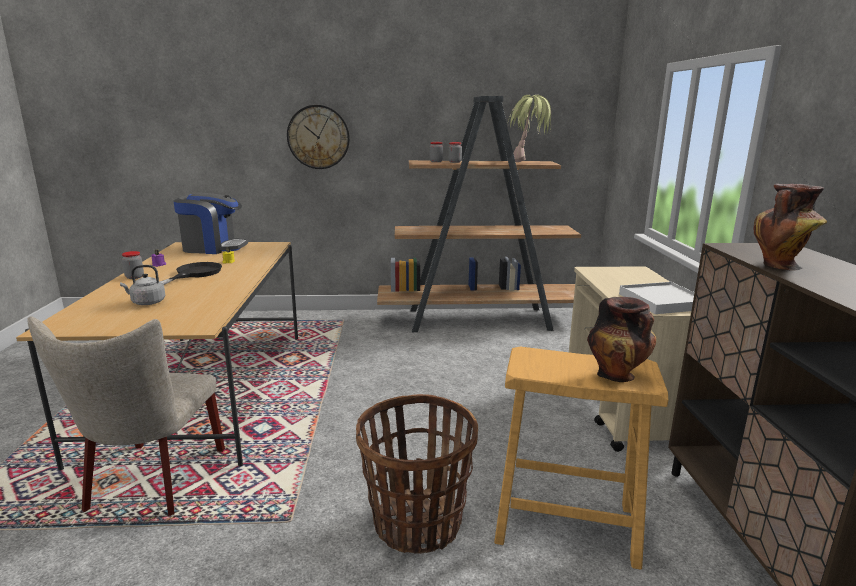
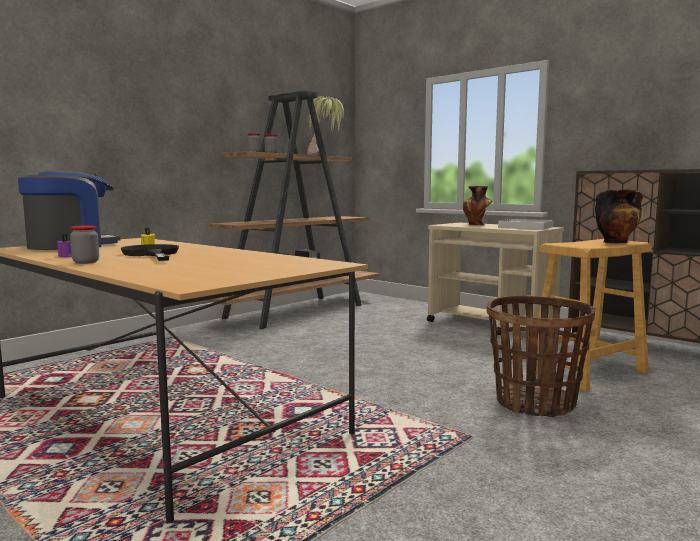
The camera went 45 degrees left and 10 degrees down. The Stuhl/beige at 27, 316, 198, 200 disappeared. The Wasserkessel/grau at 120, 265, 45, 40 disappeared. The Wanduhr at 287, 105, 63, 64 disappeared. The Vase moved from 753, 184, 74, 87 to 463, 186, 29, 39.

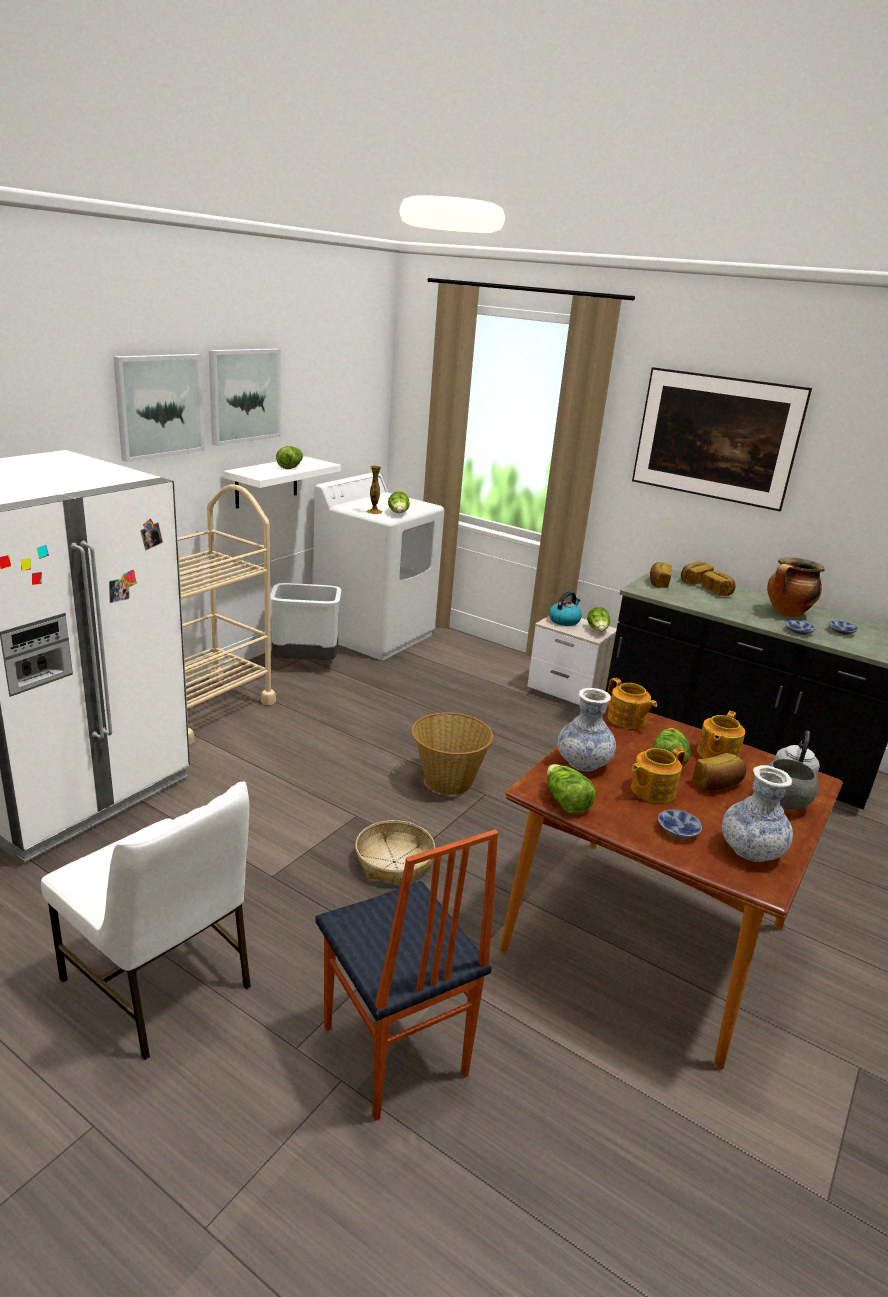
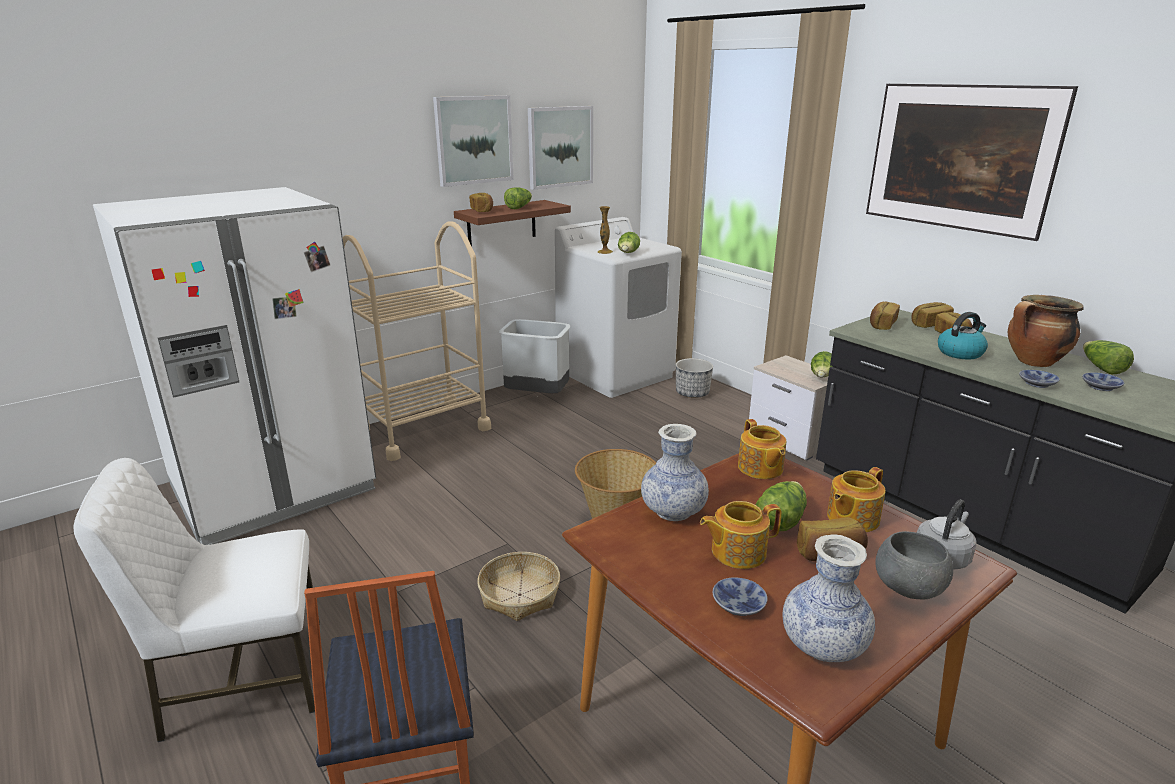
The camera went 20 degrees right and 0 degrees up. The Stuhl/weiß at 41, 782, 210, 278 turned 105 degrees clockwise. The Bild moved from 113, 354, 91, 108 to 528, 106, 65, 84. The Wandregal/weiß at 223, 457, 118, 52 became the Wandregal/braun at 454, 200, 117, 47. The Salatkopf moved from 547, 764, 49, 50 to 1083, 340, 51, 35. The Wasserkessel moved from 549, 591, 33, 35 to 938, 312, 50, 48. The Brot at 469, 193, 24, 19 appeared. The Pflanzkübel at 676, 358, 37, 40 appeared.

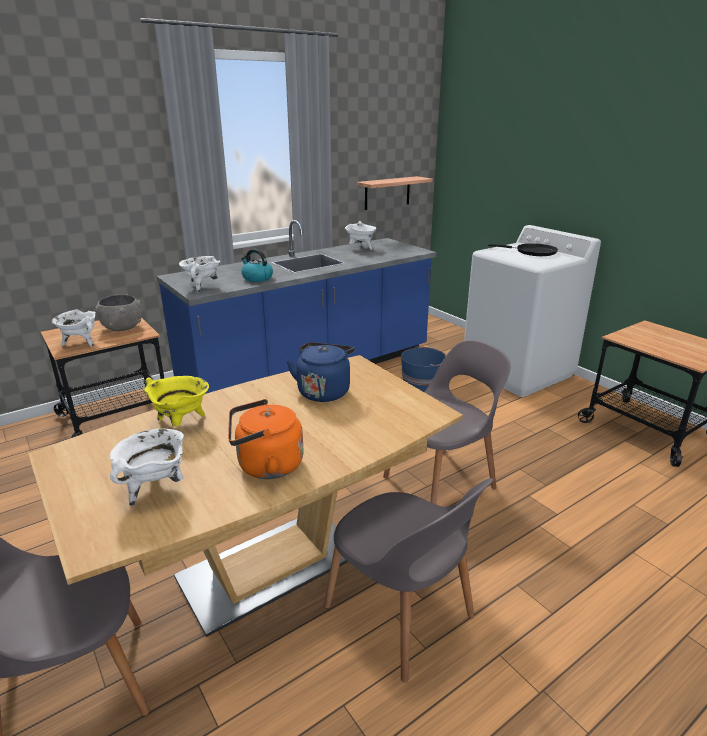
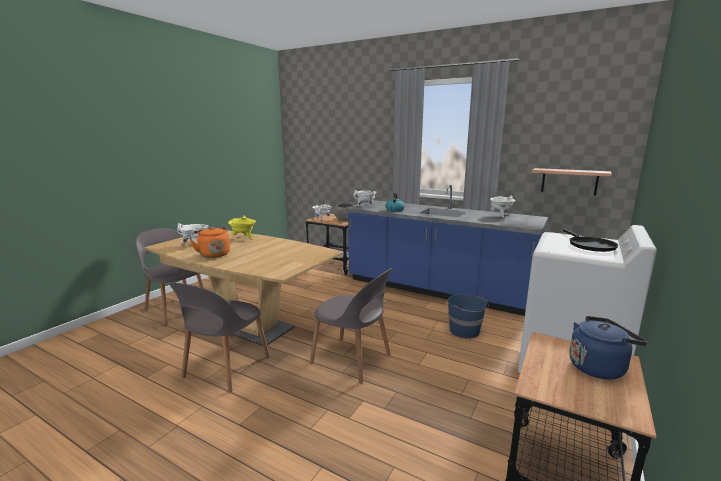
The camera went 65 degrees right and 10 degrees down. The Wasserkessel/blau moved from 286, 342, 69, 60 to 569, 316, 78, 63.

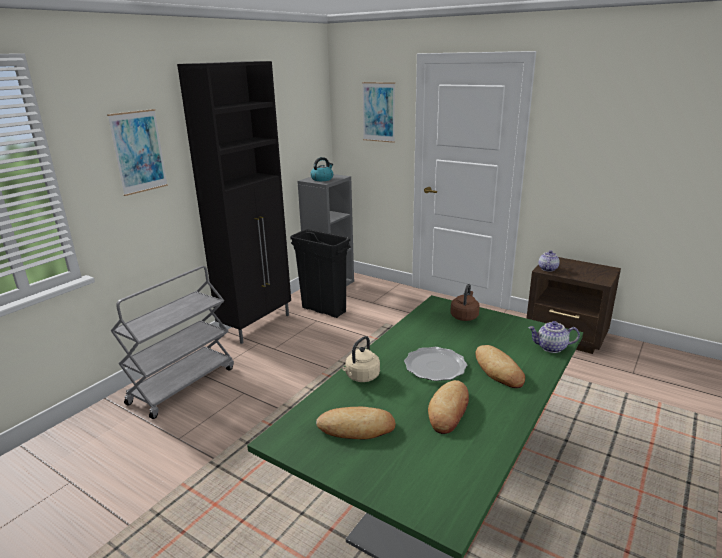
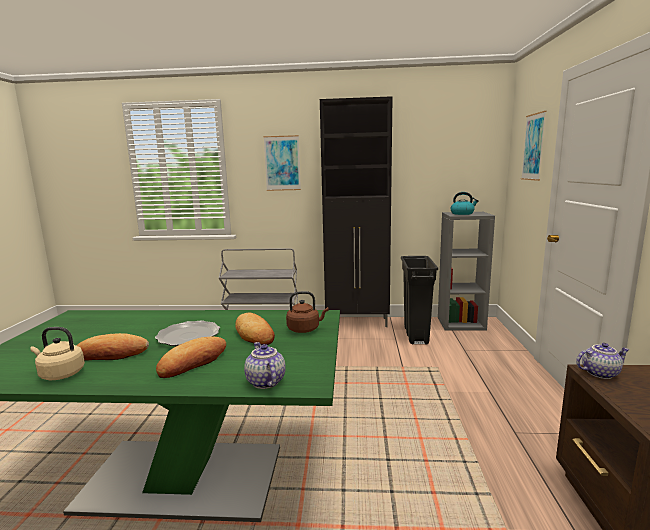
The camera went 60 degrees right and 10 degrees down. The Brot moved from 316, 406, 80, 33 to 235, 313, 40, 32. The Wasserkessel/beige moved from 342, 336, 38, 46 to 30, 327, 55, 53.

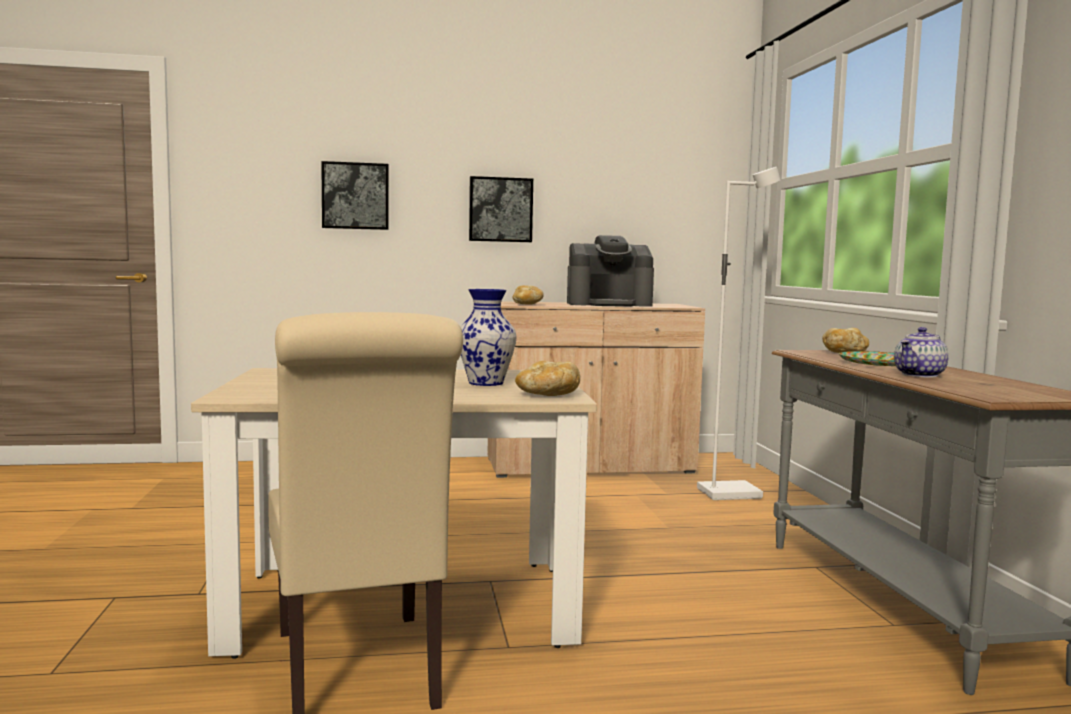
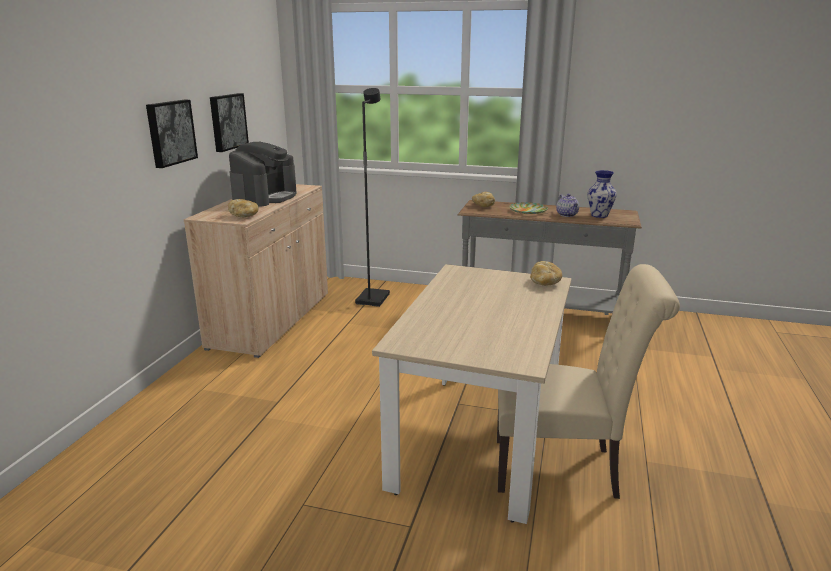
The camera went 65 degrees left and 15 degrees up. The Bild moved from 321, 161, 68, 69 to 210, 93, 39, 59. The Vase moved from 461, 289, 56, 97 to 587, 170, 30, 48. The Stehlampe/weiß at 697, 167, 83, 333 became the Stehlampe/schwarz at 355, 88, 35, 219.

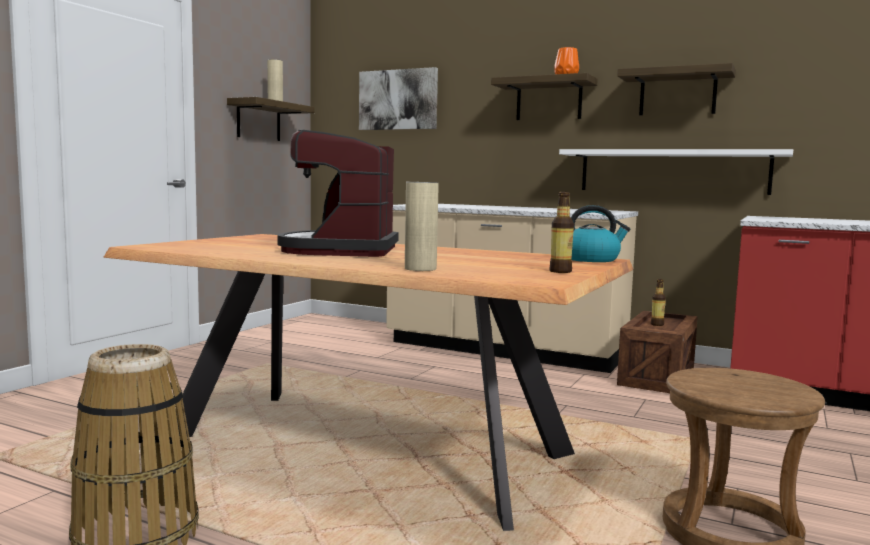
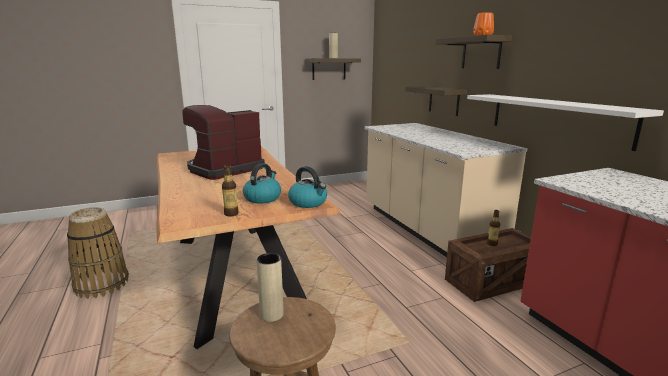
The camera went 40 degrees right and 10 degrees up. The Bild at 359, 67, 79, 63 disappeared. The Vase/beige moved from 405, 182, 34, 89 to 256, 253, 28, 69. The Wandregal moved from 617, 63, 119, 52 to 405, 86, 62, 30. The Wasserkessel at 243, 163, 38, 41 appeared.

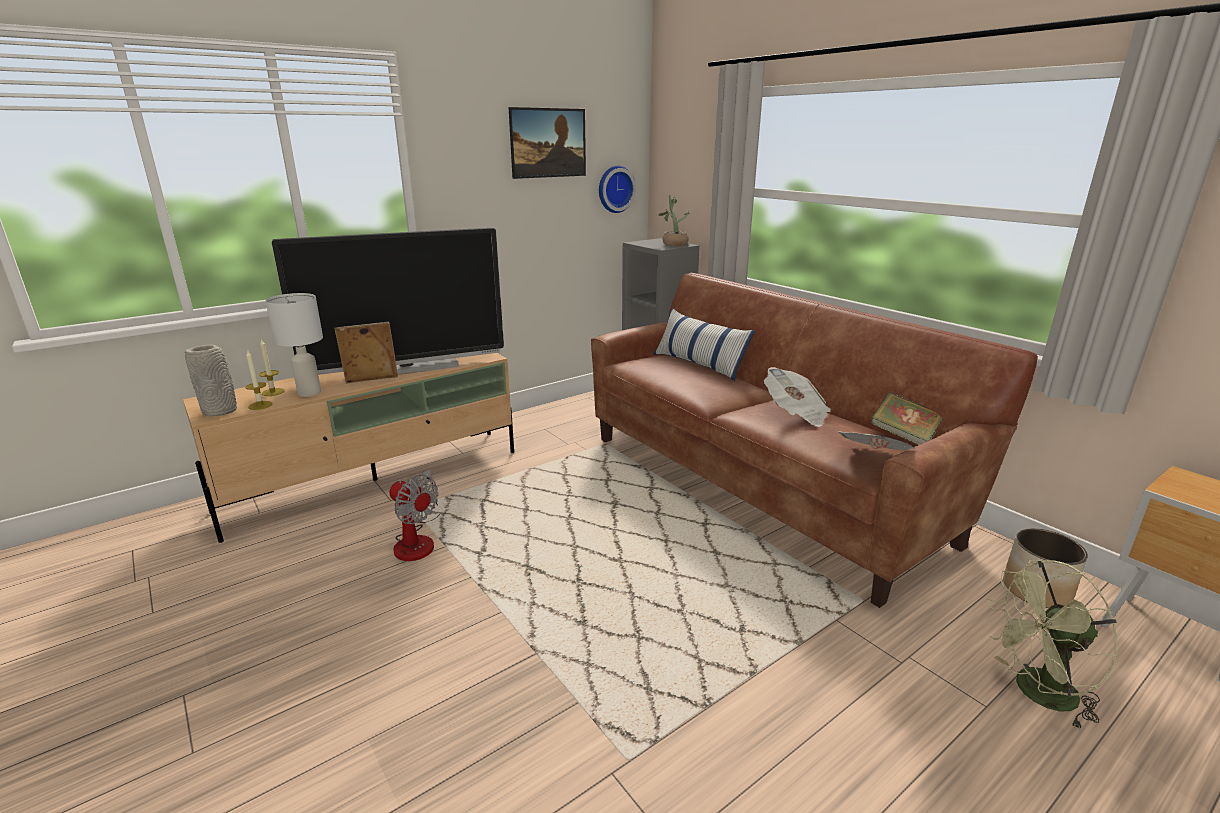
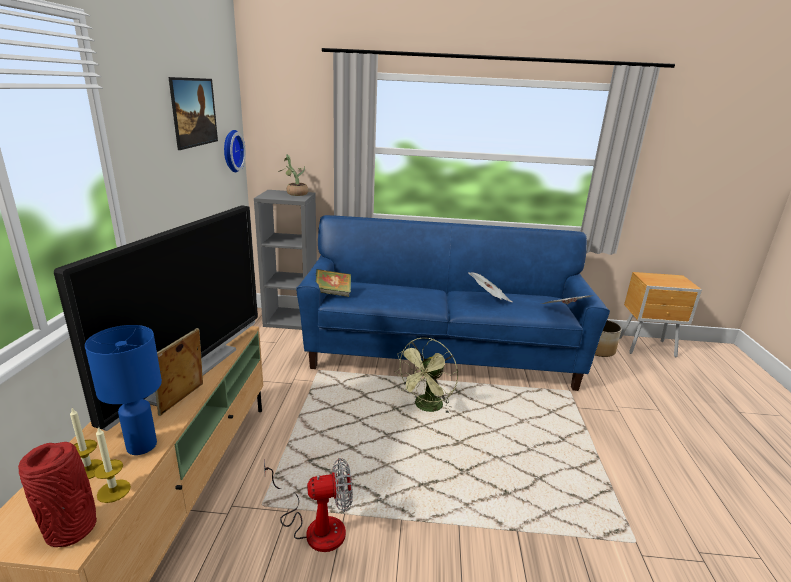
The camera went 50 degrees left and 0 degrees up. The Vase/grau at 184, 345, 53, 71 became the Vase/rot at 18, 442, 79, 105. The Tischlampe/weiß at 265, 293, 58, 104 became the Tischlampe/blau at 85, 325, 77, 130. The Sofa/braun at 591, 273, 447, 335 became the Sofa/blau at 296, 215, 314, 176. The Kissen at 653, 308, 102, 73 disappeared. The Buch moved from 870, 392, 73, 53 to 316, 269, 35, 28. The Ventilator/grün moved from 988, 560, 129, 171 to 394, 337, 64, 76.

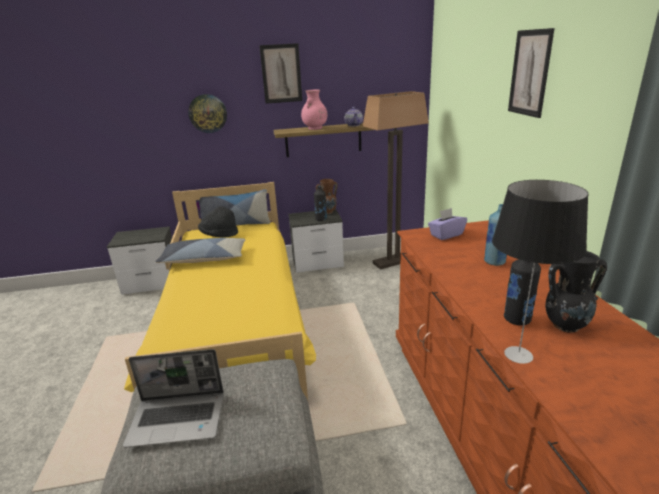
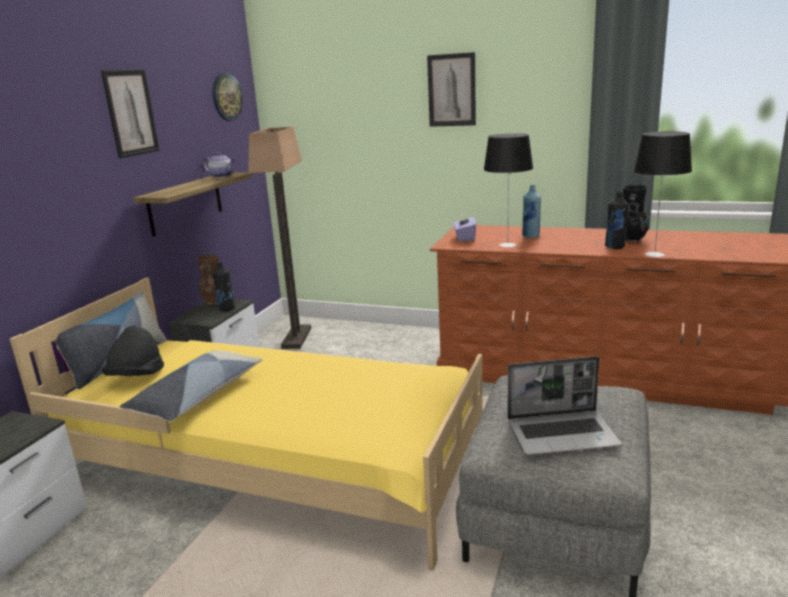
The camera went 60 degrees left and 5 degrees down. The Laptop at 123, 349, 101, 99 turned 60 degrees clockwise. The Wanduhr moved from 188, 94, 39, 39 to 213, 73, 30, 48. The Vase/rosa at 301, 90, 27, 40 disappeared. The Tischlampe at 484, 133, 49, 114 appeared.

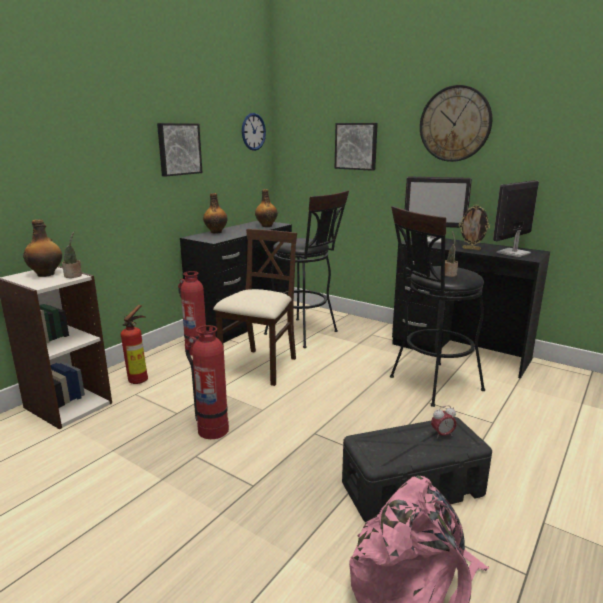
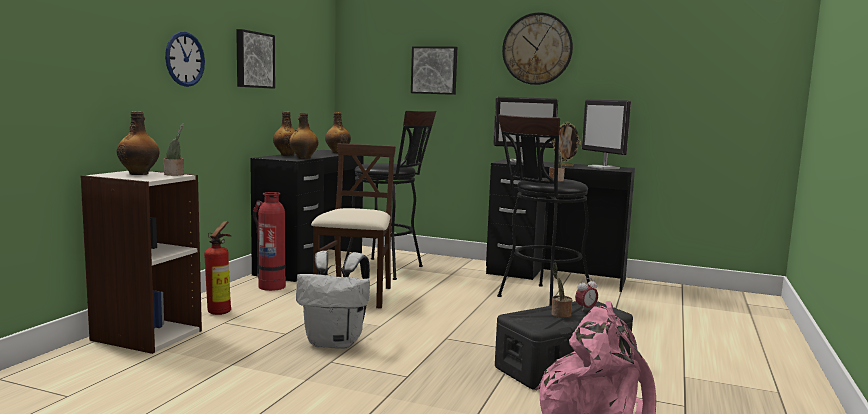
The camera went 15 degrees left and 10 degrees down. The Feuerlöscher at 185, 325, 44, 114 was replaced by the Rucksack/weiß at 296, 251, 74, 98. The Wanduhr moved from 242, 113, 24, 38 to 165, 32, 40, 55. The Monitor at 493, 180, 46, 77 turned 60 degrees counterclockwise. The Flasche at 289, 113, 30, 46 appeared. The Topfpflanze at 551, 263, 21, 55 appeared.

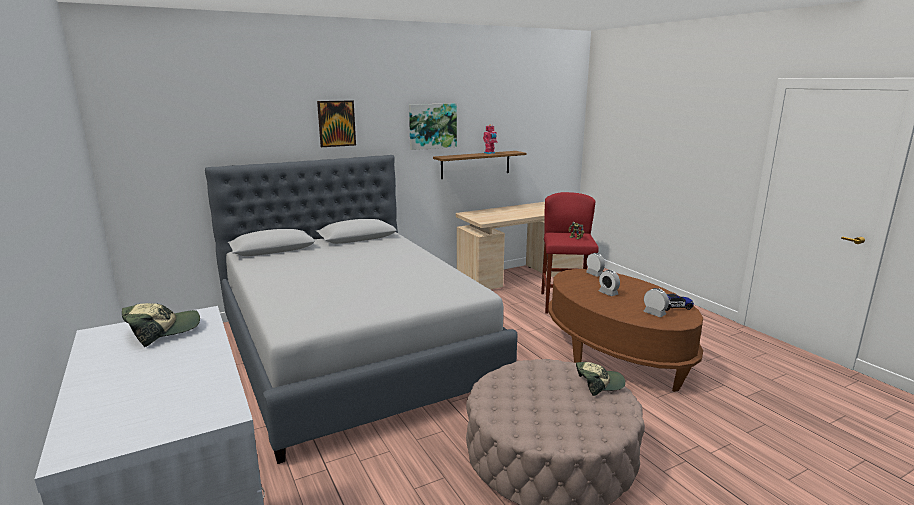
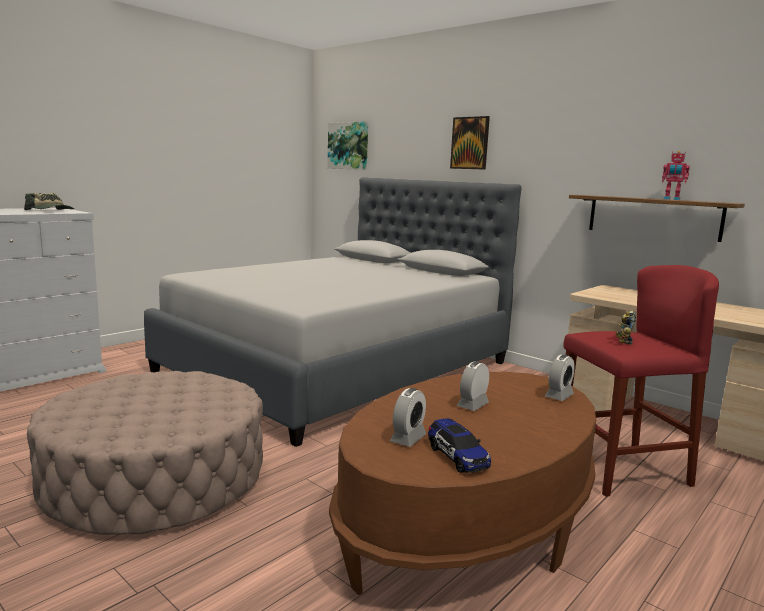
The camera went 70 degrees right and 5 degrees down. The Bild moved from 409, 103, 48, 47 to 327, 121, 41, 49. The Kappe at 576, 362, 49, 34 disappeared.

